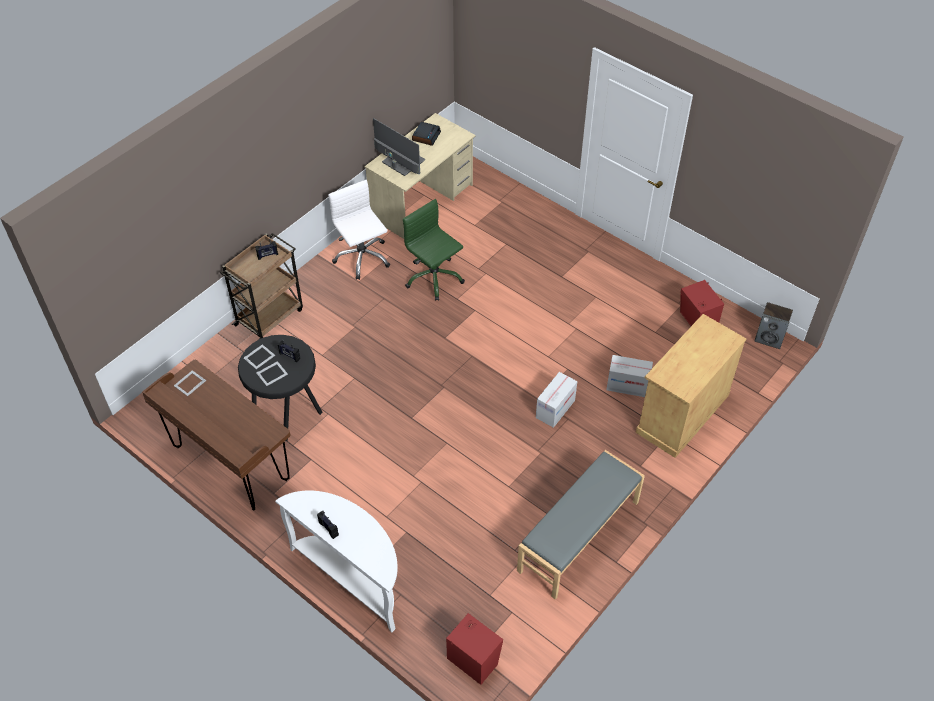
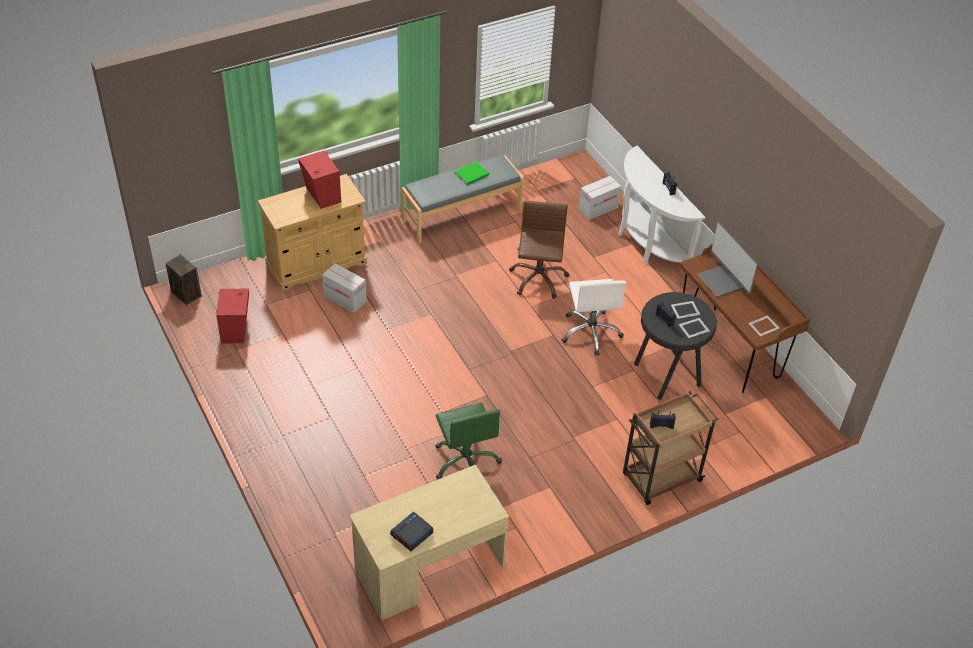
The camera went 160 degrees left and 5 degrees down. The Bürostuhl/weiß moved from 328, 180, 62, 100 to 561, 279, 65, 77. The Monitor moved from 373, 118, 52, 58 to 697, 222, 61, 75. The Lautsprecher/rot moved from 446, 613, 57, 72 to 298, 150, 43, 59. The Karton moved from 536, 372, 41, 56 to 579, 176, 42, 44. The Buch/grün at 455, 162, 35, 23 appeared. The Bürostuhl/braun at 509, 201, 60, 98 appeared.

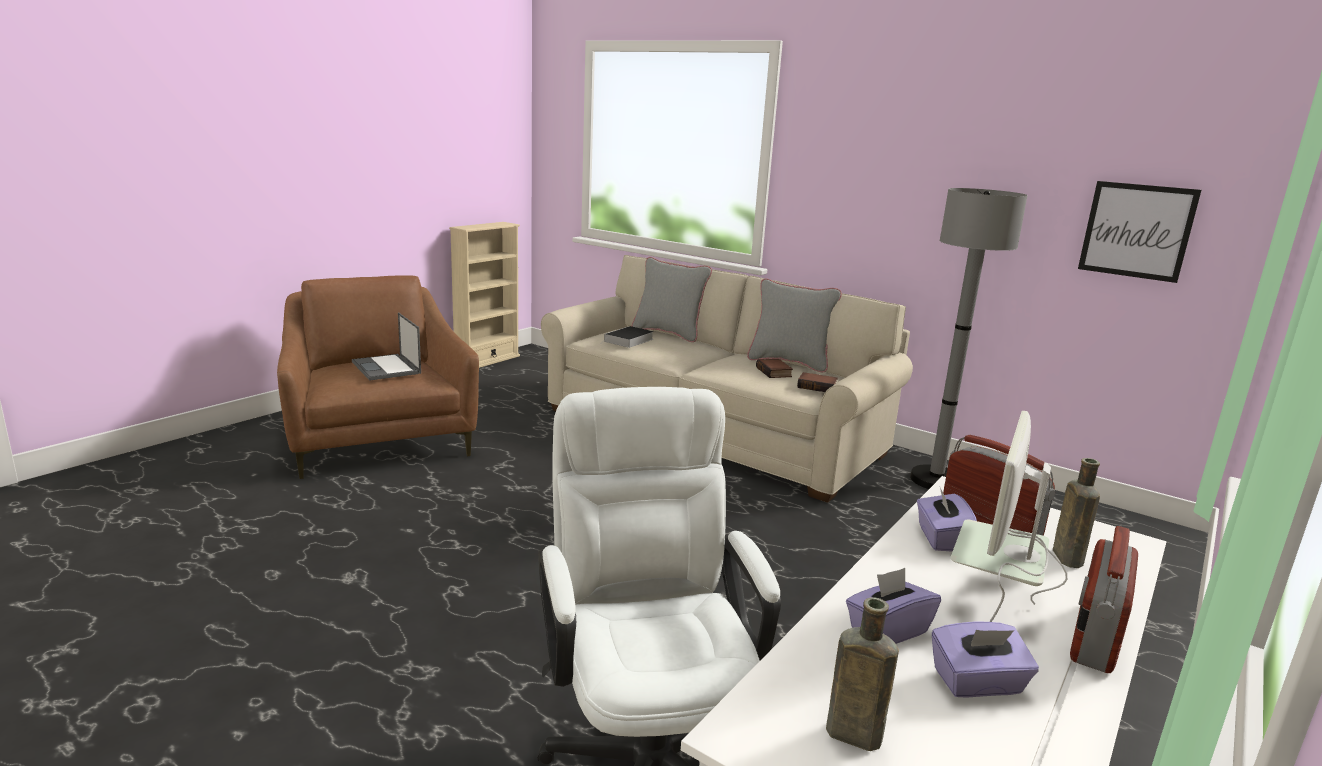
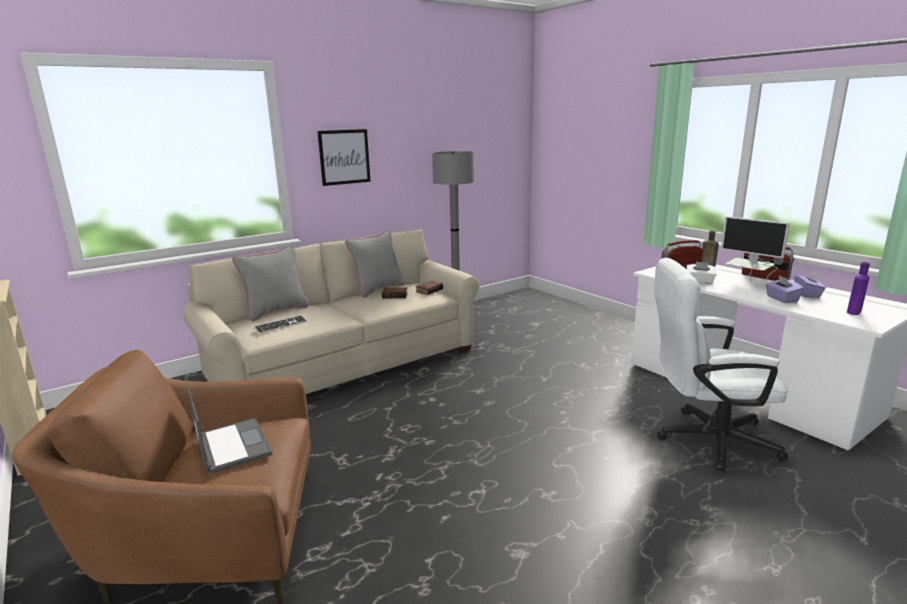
The camera went 70 degrees left and 0 degrees up. The Laptop at 352, 312, 69, 68 turned 105 degrees counterclockwise. The Buch at 601, 326, 53, 22 was replaced by the Tastatur at 254, 315, 53, 19. The Flasche/braun at 826, 597, 73, 154 became the Flasche/lila at 847, 262, 23, 53. The Taschentuchbox/lila at 917, 488, 60, 64 became the Taschentuchbox/weiß at 686, 262, 30, 22. The Bild moved from 1078, 181, 123, 102 to 318, 129, 53, 57.

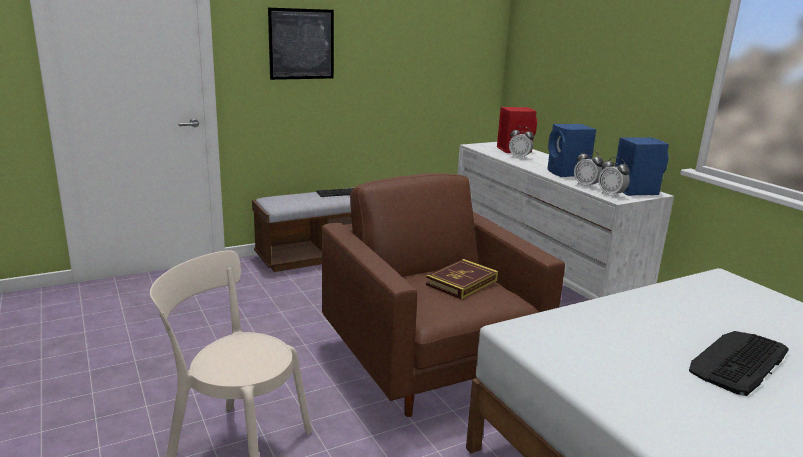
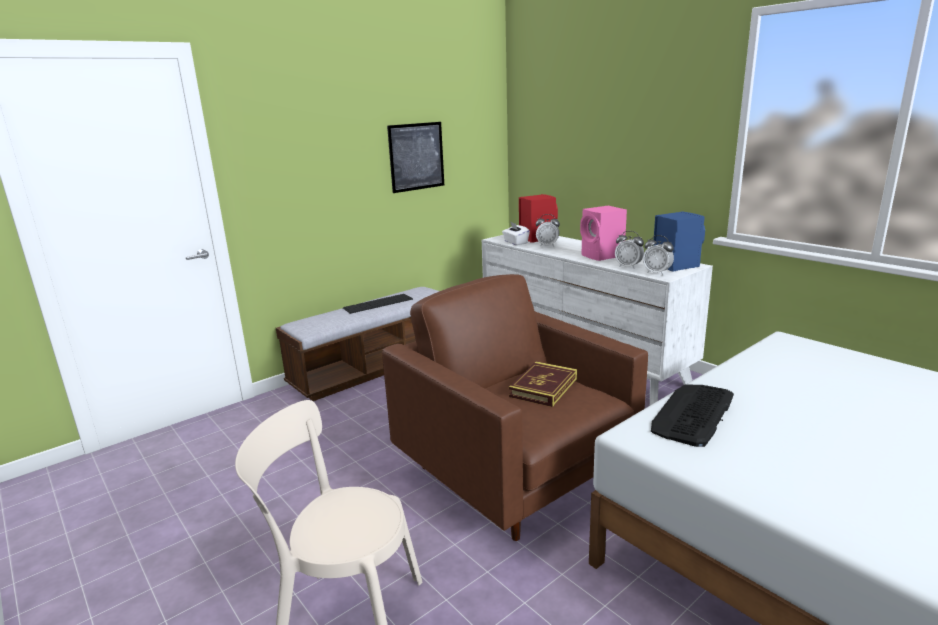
The camera went 10 degrees left and 0 degrees up. The Bild moved from 268, 8, 66, 72 to 387, 122, 57, 71. The Lautsprecher/blau at 547, 124, 49, 53 became the Lautsprecher/rosa at 580, 206, 47, 55. The Tastatur moved from 689, 331, 100, 65 to 651, 384, 83, 63. The Taschentuchbox/weiß at 502, 221, 28, 24 appeared.

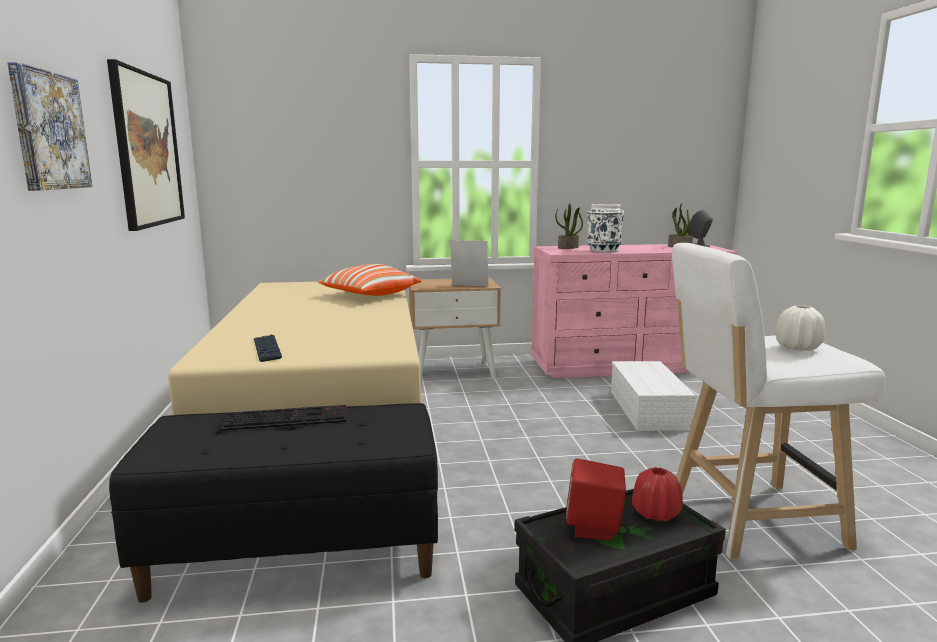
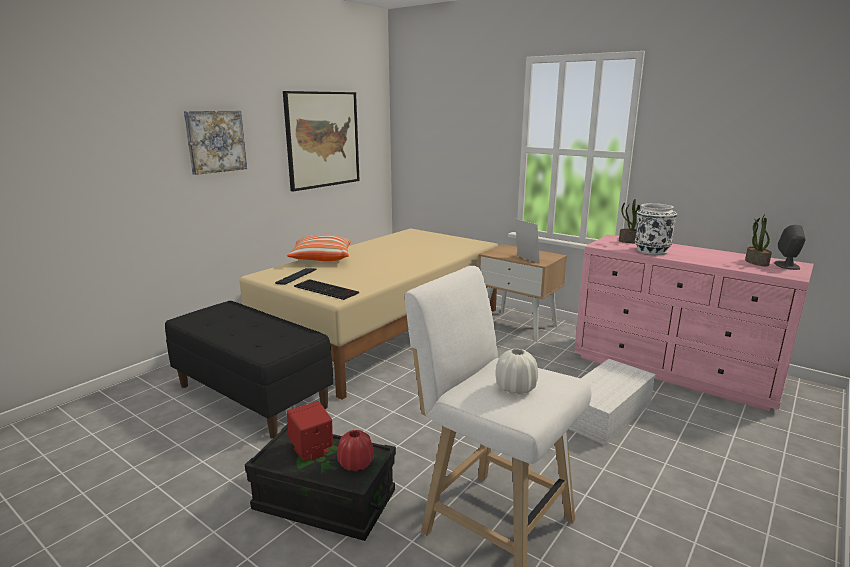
The camera went 45 degrees right and 5 degrees up. The Tastatur moved from 220, 405, 127, 26 to 294, 279, 65, 21. The Kissen moved from 317, 264, 105, 32 to 287, 235, 64, 26.

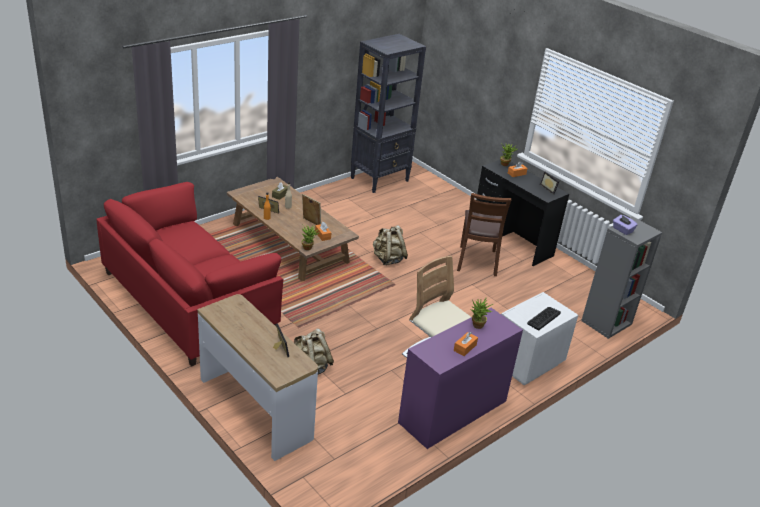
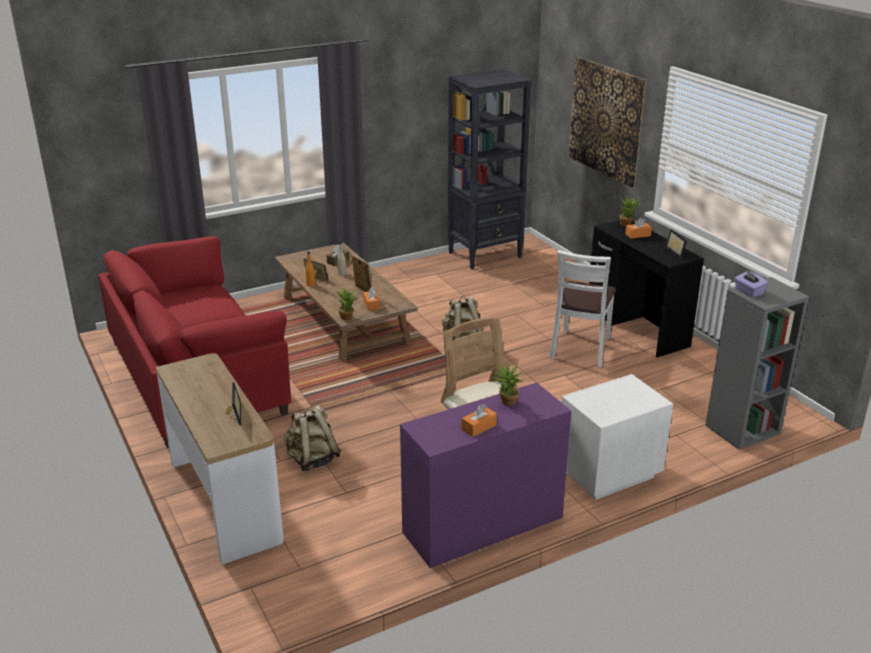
The camera went 15 degrees right and 5 degrees down. The Stuhl/braun at 457, 193, 54, 83 became the Stuhl/weiß at 549, 250, 67, 117. The Tastatur at 527, 307, 34, 23 disappeared. The Bild at 569, 57, 77, 130 appeared.

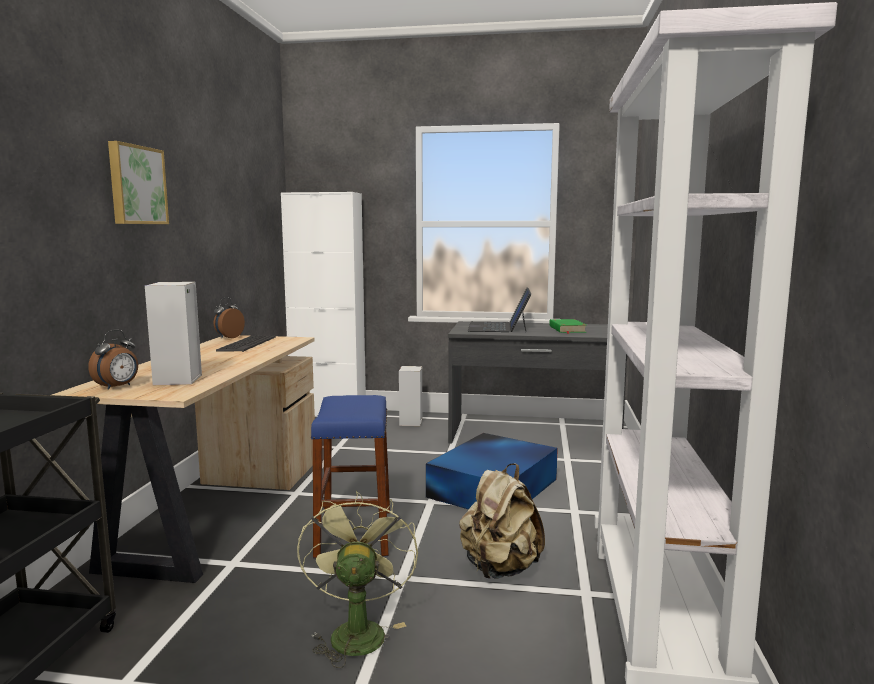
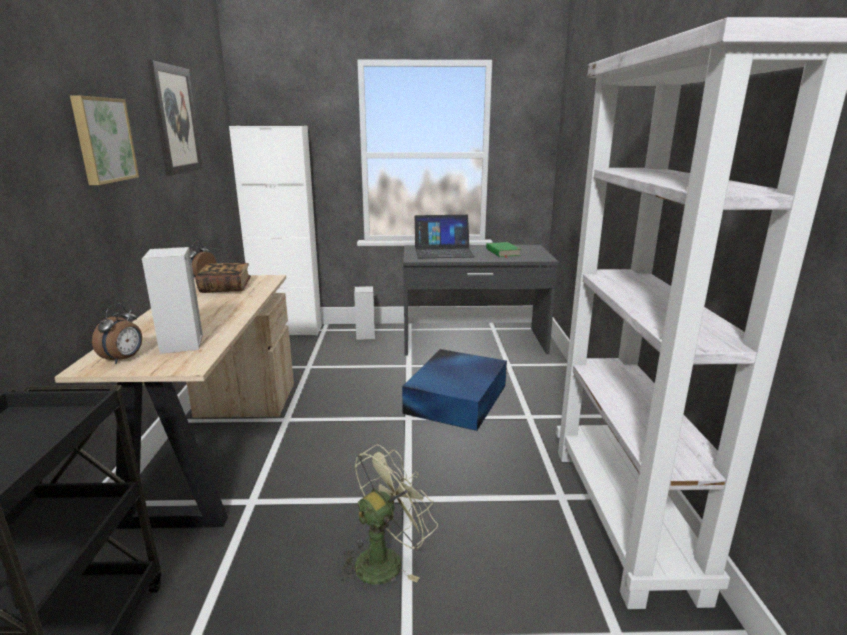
The camera went 10 degrees left and 10 degrees up. The Tastatur at 216, 335, 60, 17 was replaced by the Buch at 196, 263, 55, 30. The Ventilator/grün at 297, 491, 121, 177 turned 60 degrees clockwise. The Hocker/blau at 311, 395, 79, 163 disappeared. The Rucksack/beige at 459, 463, 86, 116 disappeared. The Laptop at 468, 288, 64, 44 turned 90 degrees counterclockwise. The Bild at 147, 60, 56, 116 appeared.

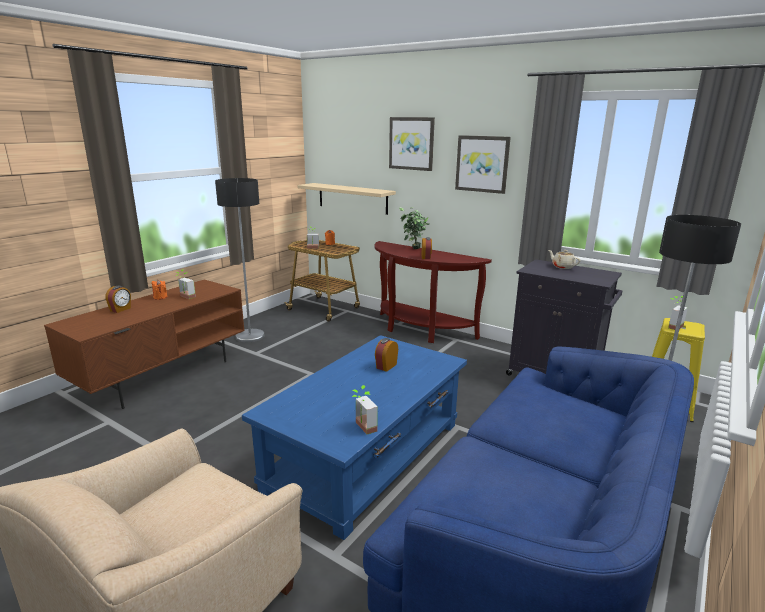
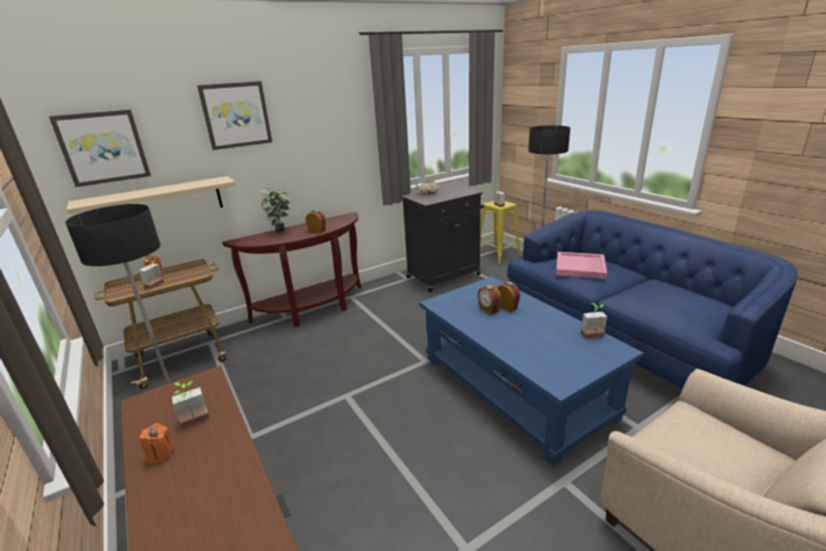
The camera went 65 degrees left and 5 degrees up. The Wecker moved from 106, 286, 25, 27 to 497, 281, 23, 31. The Bild moved from 455, 135, 56, 59 to 49, 109, 102, 78. The Tablett/rosa at 556, 252, 51, 27 appeared.

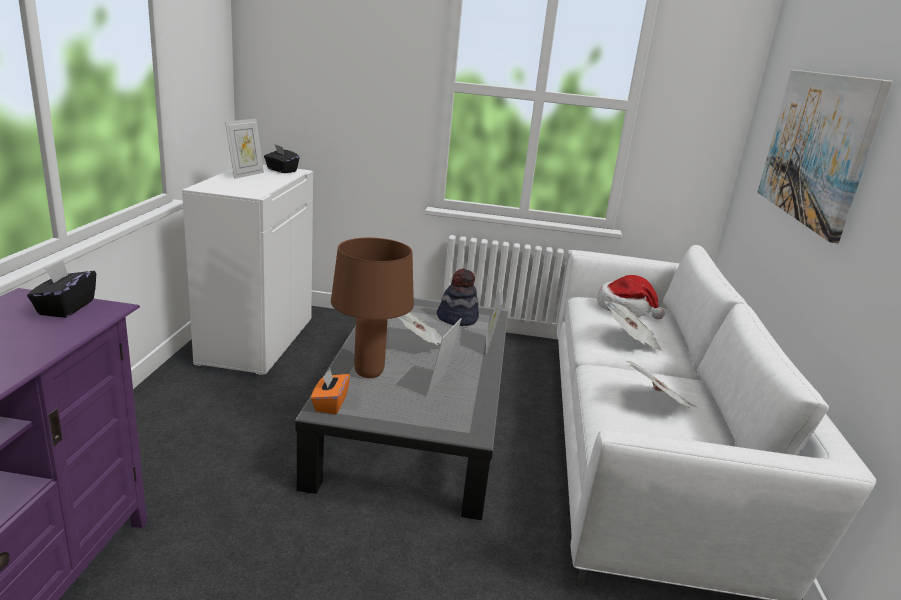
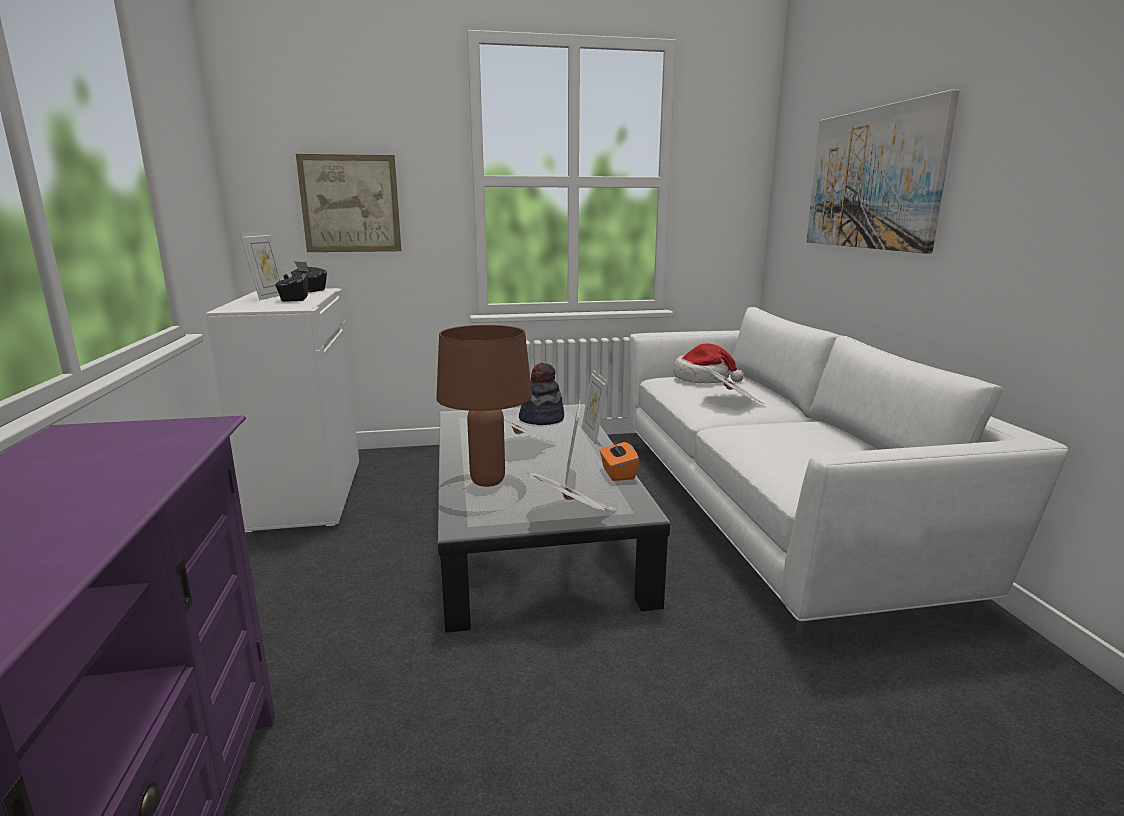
The camera went 15 degrees left and 5 degrees down. The Taschentuchbox/schwarz moved from 27, 260, 69, 58 to 276, 266, 32, 36. The Taschentuchbox/orange moved from 311, 369, 39, 45 to 600, 439, 39, 42. The Zeitung moved from 626, 361, 71, 47 to 527, 473, 89, 38. The Bild at 296, 154, 105, 98 appeared.

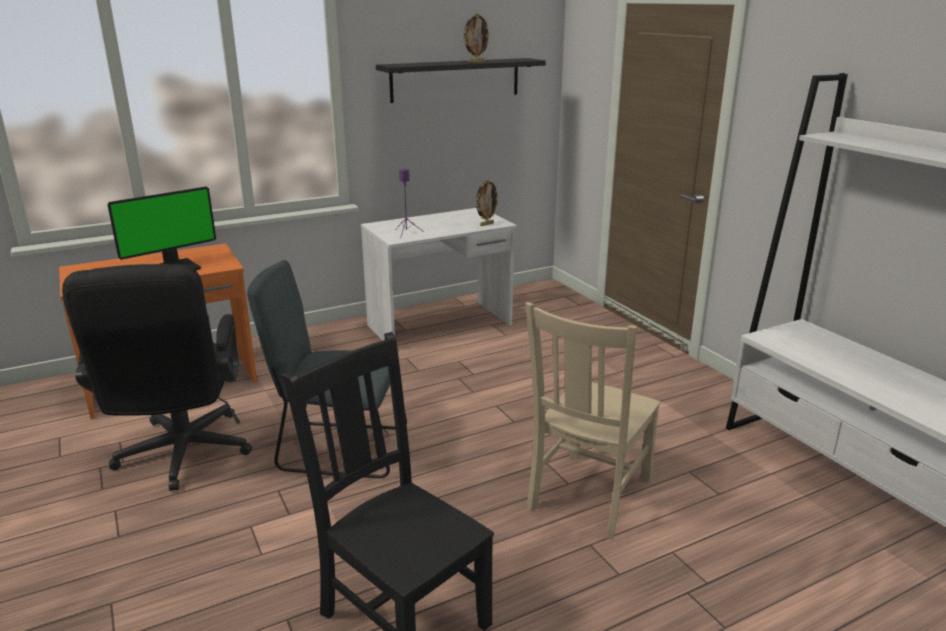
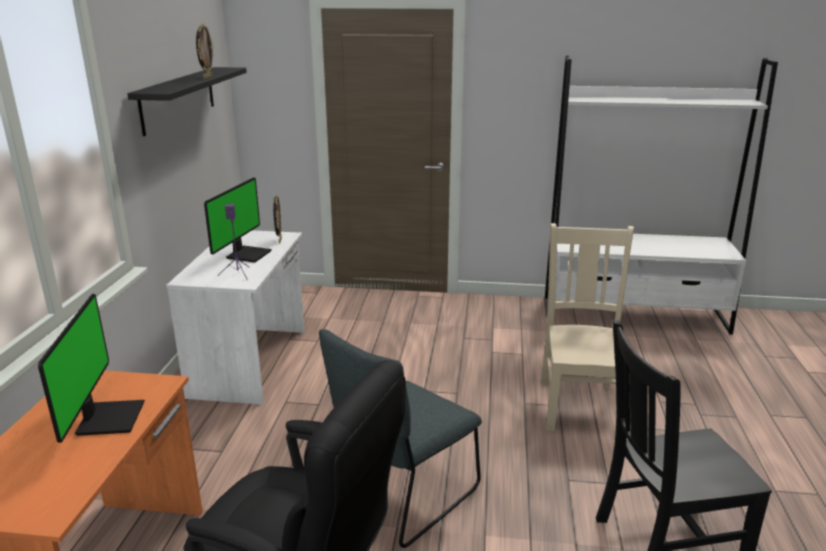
The camera went 55 degrees left and 0 degrees up. The Stuhl/beige at 525, 302, 135, 238 turned 150 degrees counterclockwise. The Monitor at 204, 177, 68, 86 appeared.

